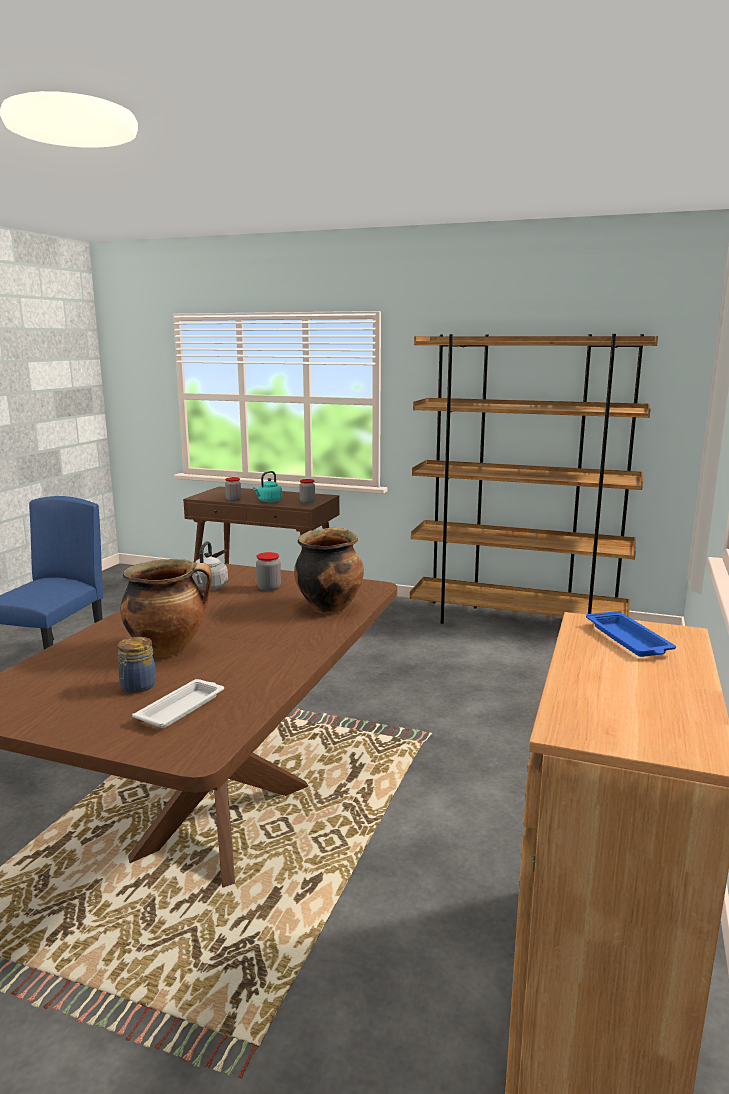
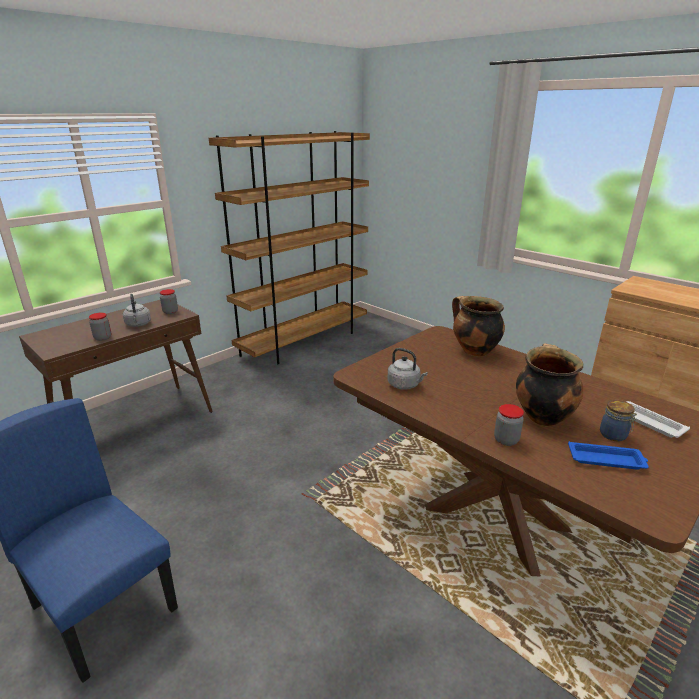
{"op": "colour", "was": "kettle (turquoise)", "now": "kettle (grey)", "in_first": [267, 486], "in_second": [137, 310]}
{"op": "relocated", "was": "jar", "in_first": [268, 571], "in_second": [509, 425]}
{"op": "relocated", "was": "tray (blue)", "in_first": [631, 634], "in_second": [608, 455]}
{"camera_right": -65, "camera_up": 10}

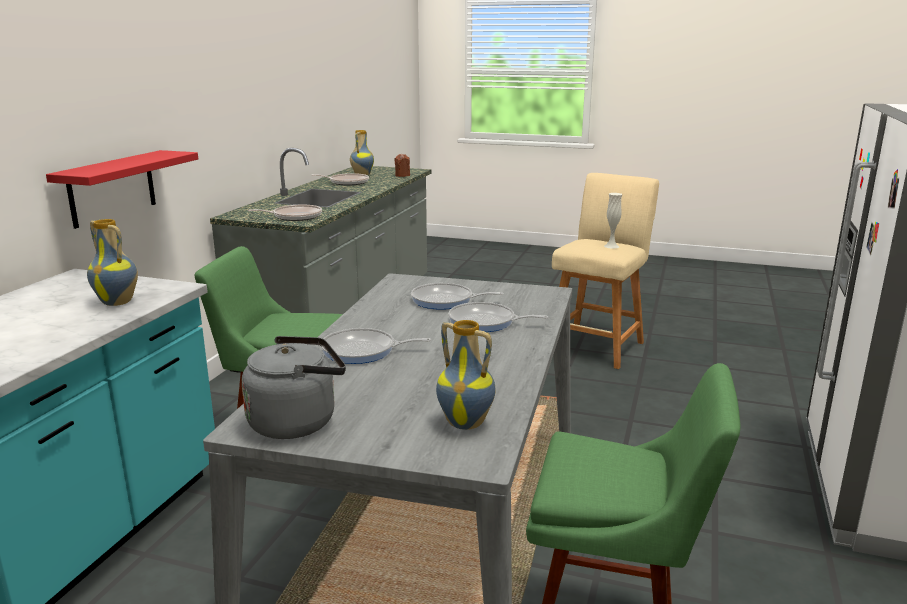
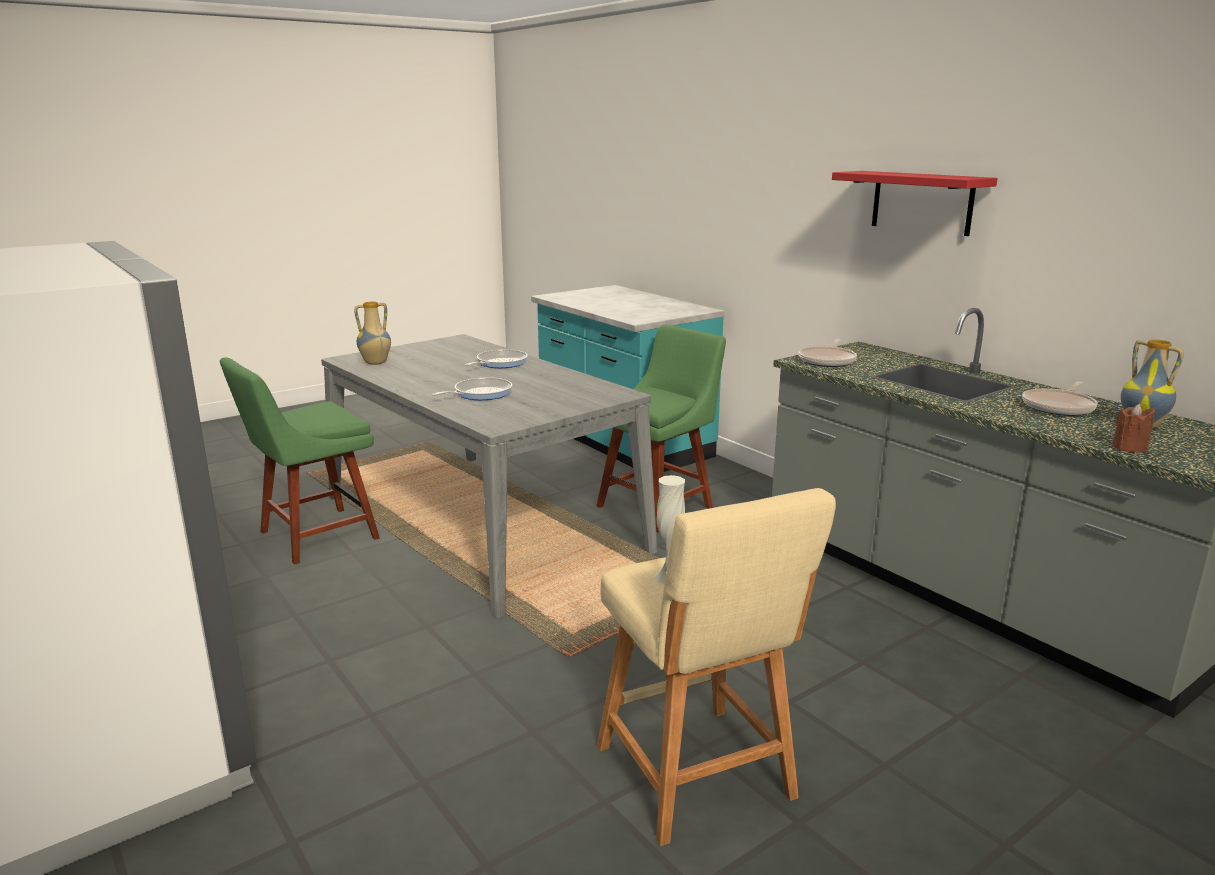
{"op": "relocated", "was": "shelf (red)", "in_first": [122, 189], "in_second": [915, 203]}
{"op": "missing", "was": "vase", "in_first": [112, 262]}
{"op": "missing", "was": "kettle (grey)", "in_first": [294, 387]}
{"op": "missing", "was": "frying pan", "in_first": [457, 296]}
{"camera_right": 125, "camera_up": 0}

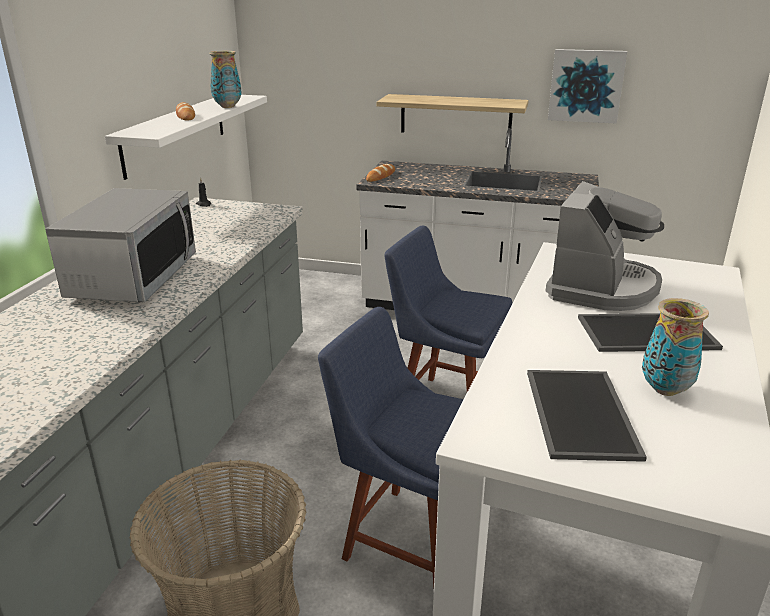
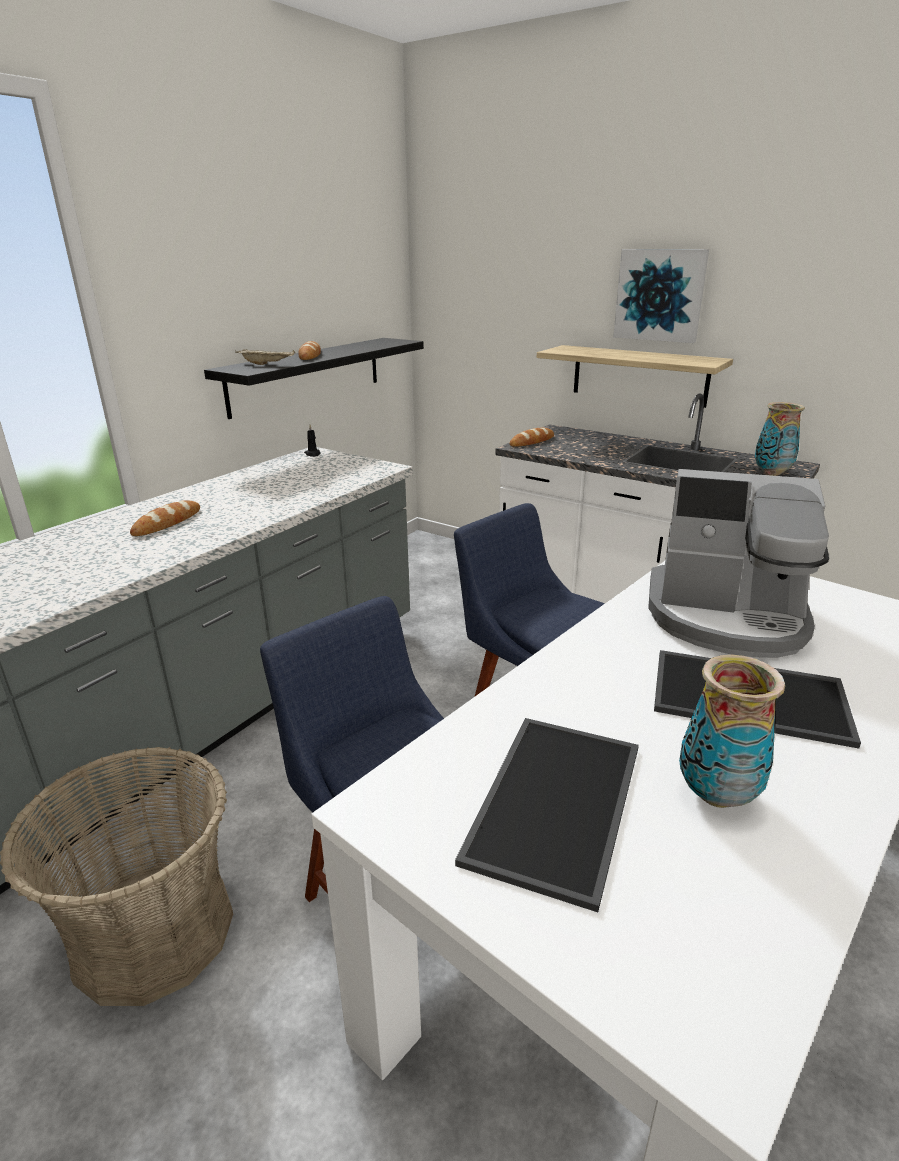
{"op": "exchanged", "was": "microwave", "now": "bread", "in_first": [120, 245], "in_second": [165, 518]}
{"op": "colour", "was": "shelf (white)", "now": "shelf (black)", "in_first": [186, 137], "in_second": [314, 378]}
{"op": "relocated", "was": "vase", "in_first": [225, 79], "in_second": [780, 439]}
{"op": "spun", "was": "coffee machine", "in_first": [605, 246], "in_second": [738, 563], "clockwise": 60}
{"op": "relocated", "was": "picture", "in_first": [587, 86], "in_second": [661, 296]}
{"op": "appeared", "now": "tray (beige)", "in_second": [265, 357]}
{"camera_right": 20, "camera_up": 0}

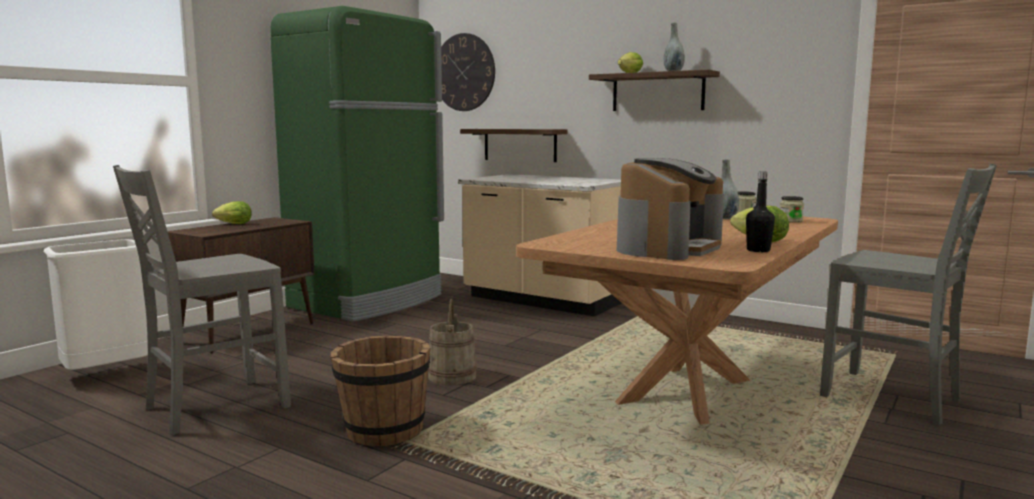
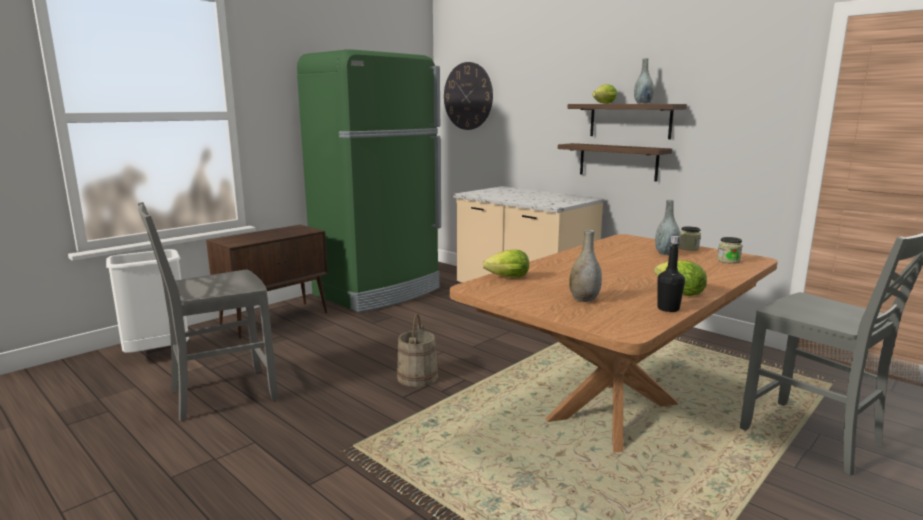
{"op": "relocated", "was": "lettuce", "in_first": [232, 212], "in_second": [506, 264]}
{"op": "missing", "was": "bucket (brown)", "in_first": [380, 391]}
{"op": "relocated", "was": "shelf", "in_first": [514, 145], "in_second": [615, 162]}
{"op": "exchanged", "was": "coffee machine", "now": "vase (grey)", "in_first": [670, 209], "in_second": [585, 266]}
{"camera_right": 10, "camera_up": 5}

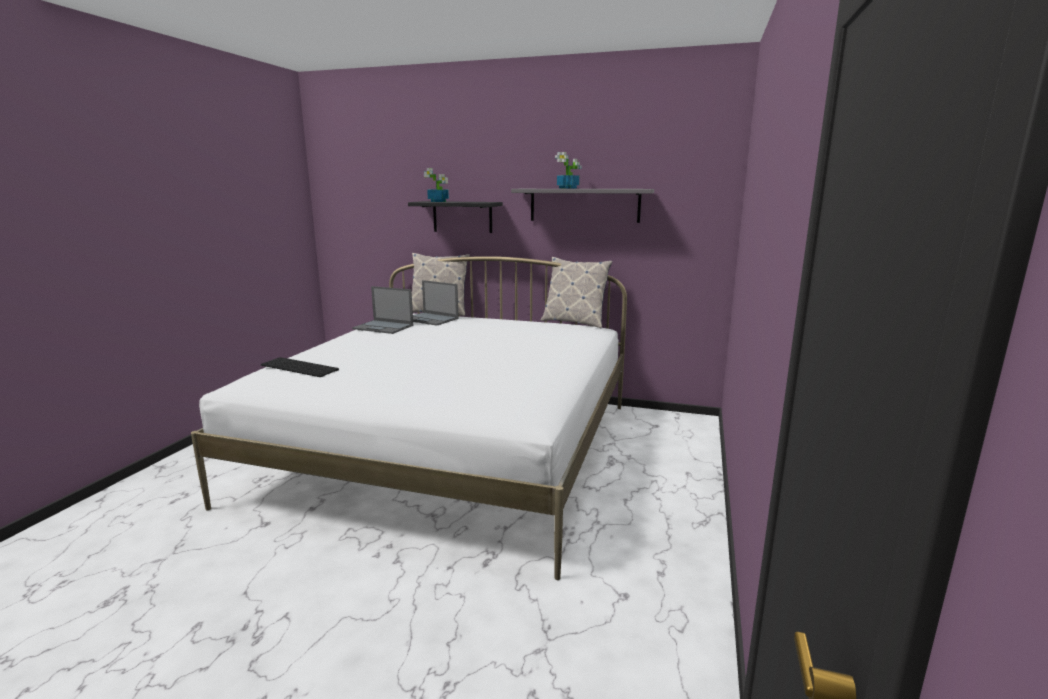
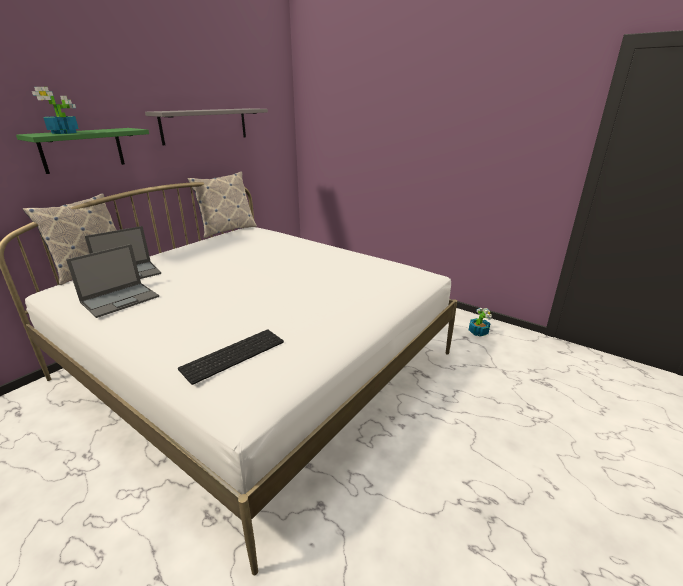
{"op": "colour", "was": "shelf (black)", "now": "shelf (green)", "in_first": [455, 217], "in_second": [82, 151]}
{"op": "relocated", "was": "potted plant", "in_first": [568, 170], "in_second": [480, 322]}
{"camera_right": -70, "camera_up": 10}

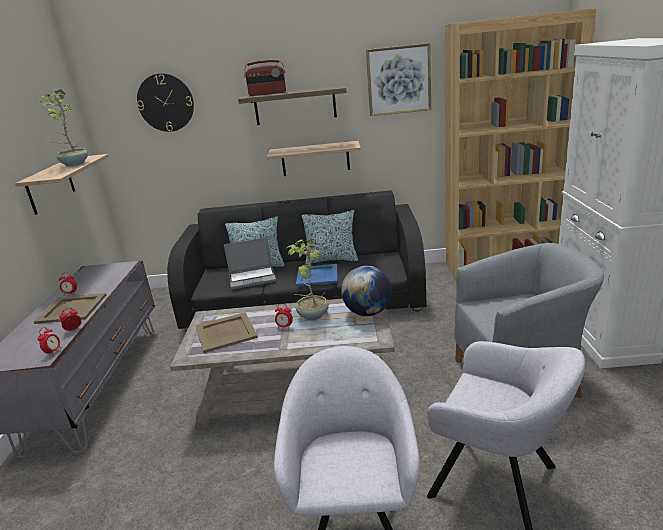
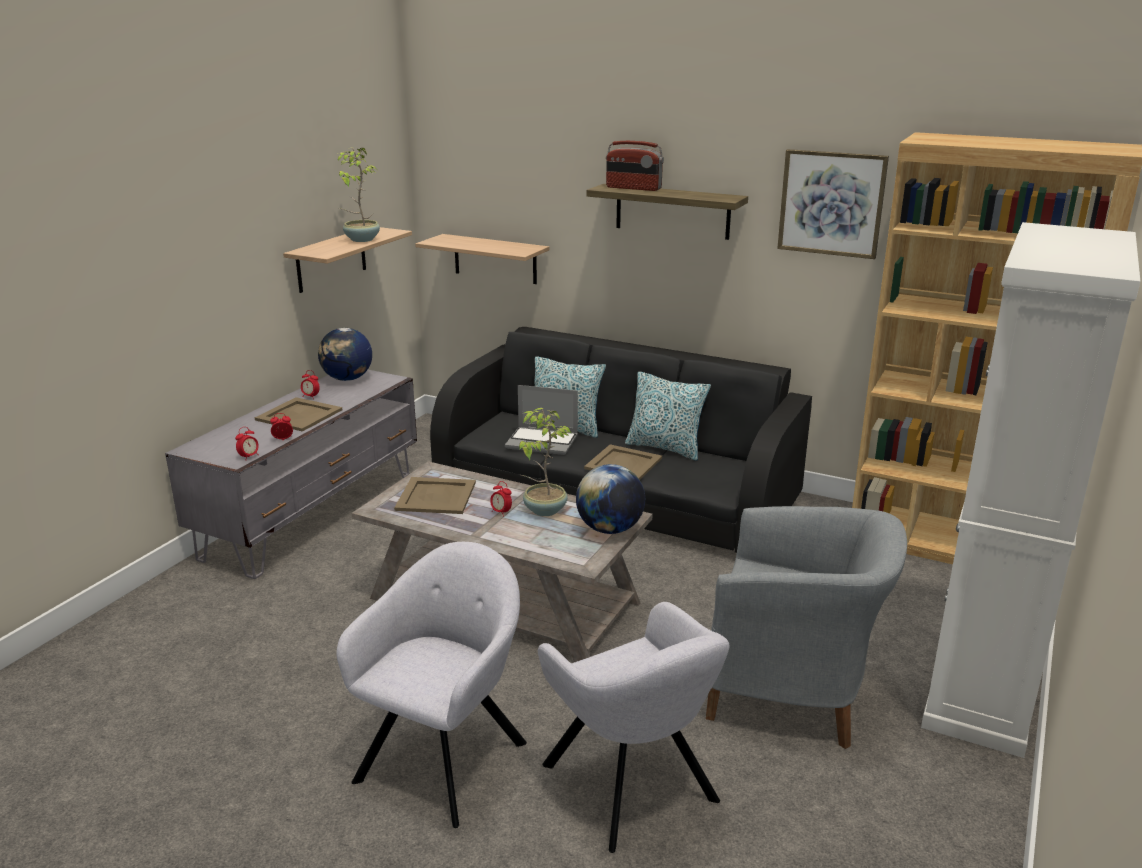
{"op": "missing", "was": "wall clock", "in_first": [165, 102]}
{"op": "relocated", "was": "shelf", "in_first": [313, 158], "in_second": [482, 259]}
{"op": "colour", "was": "tray (blue)", "now": "tray (beige)", "in_first": [316, 275], "in_second": [623, 462]}
{"op": "appeared", "now": "globe", "in_second": [345, 354]}
{"camera_right": 25, "camera_up": 0}

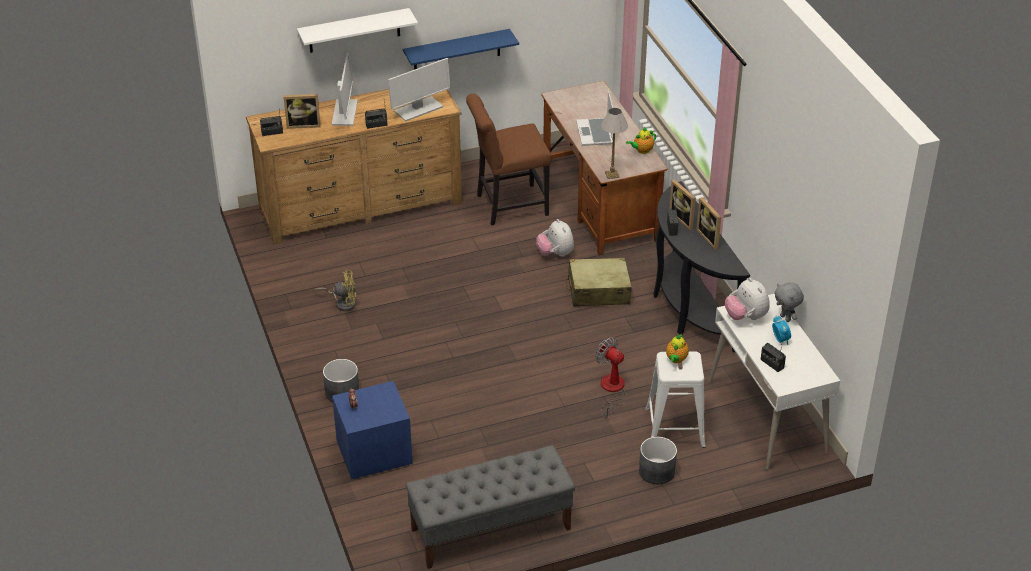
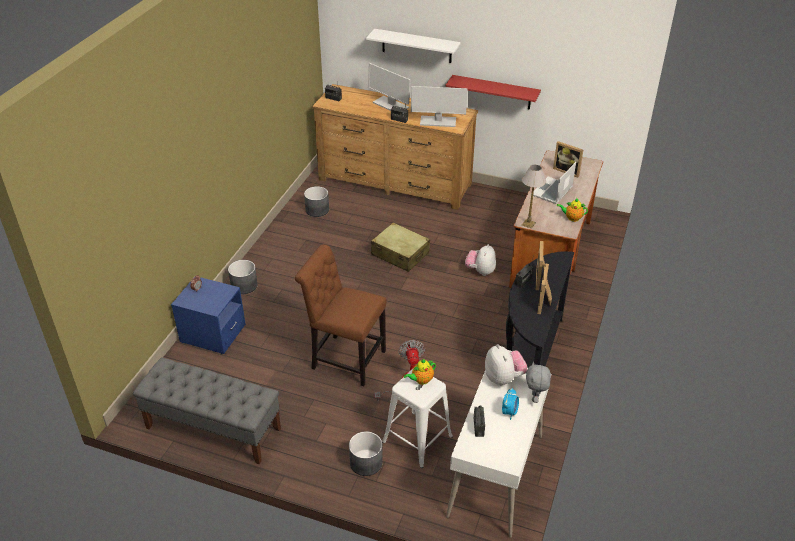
{"op": "relocated", "was": "picture frame", "in_first": [302, 111], "in_second": [568, 159]}
{"op": "missing", "was": "fan (yellow)", "in_first": [335, 290]}
{"op": "spun", "was": "monitor", "in_first": [345, 89], "in_second": [389, 87], "clockwise": 90}
{"op": "colour", "was": "shelf (blue)", "now": "shelf (red)", "in_first": [461, 49], "in_second": [493, 92]}
{"op": "relocated", "was": "chair (brown)", "in_first": [508, 160], "in_second": [340, 315]}
{"op": "relocated", "was": "suitcase (beige)", "in_first": [598, 282], "in_second": [400, 247]}
{"op": "spun", "was": "plush toy", "in_first": [747, 299], "in_second": [506, 364], "clockwise": 150}
{"op": "appeared", "now": "planter (grey)", "in_second": [316, 201]}
{"camera_right": 40, "camera_up": 0}

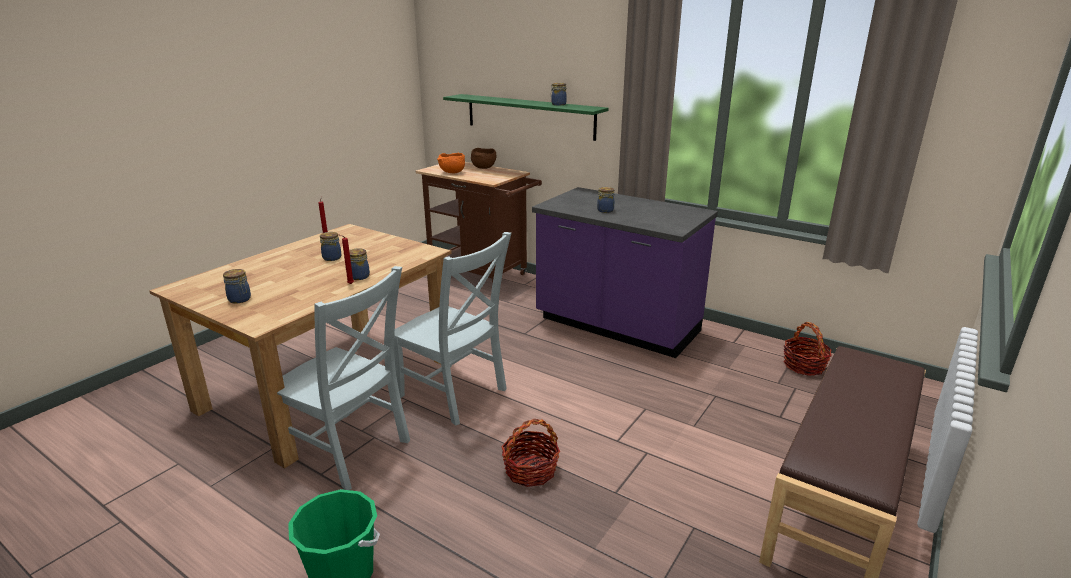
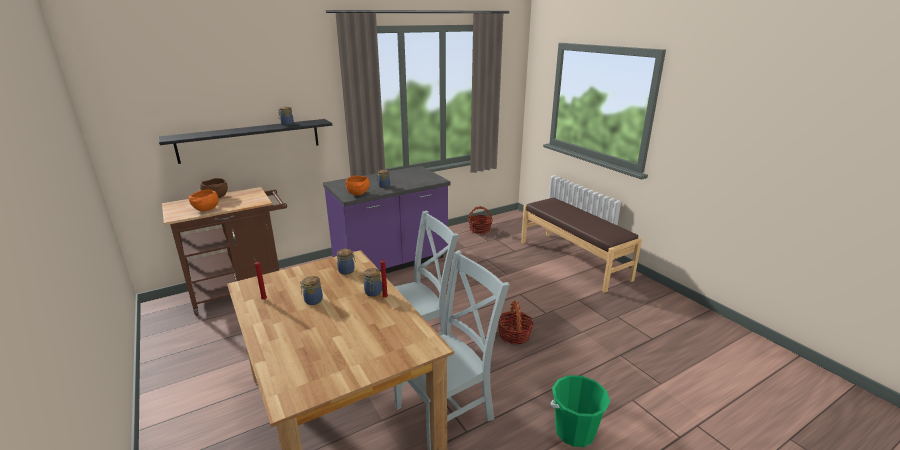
{"op": "relocated", "was": "jar", "in_first": [237, 286], "in_second": [346, 262]}
{"op": "colour", "was": "shelf (green)", "now": "shelf (black)", "in_first": [526, 117], "in_second": [245, 141]}
{"op": "appeared", "now": "bowl (orange)", "in_second": [357, 185]}
{"camera_right": -65, "camera_up": 0}

